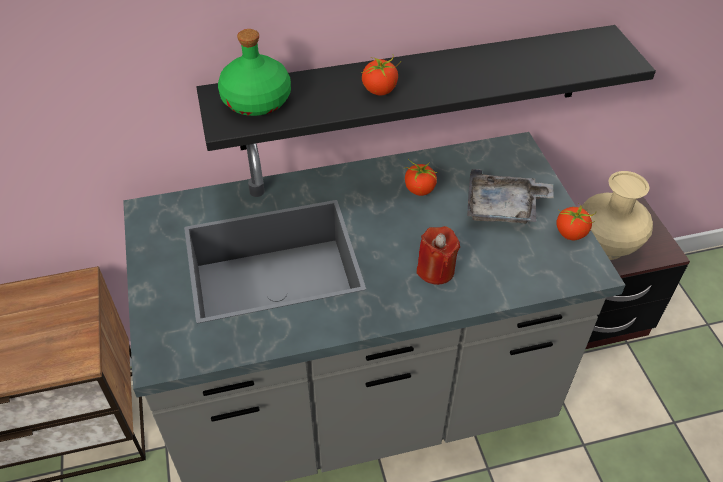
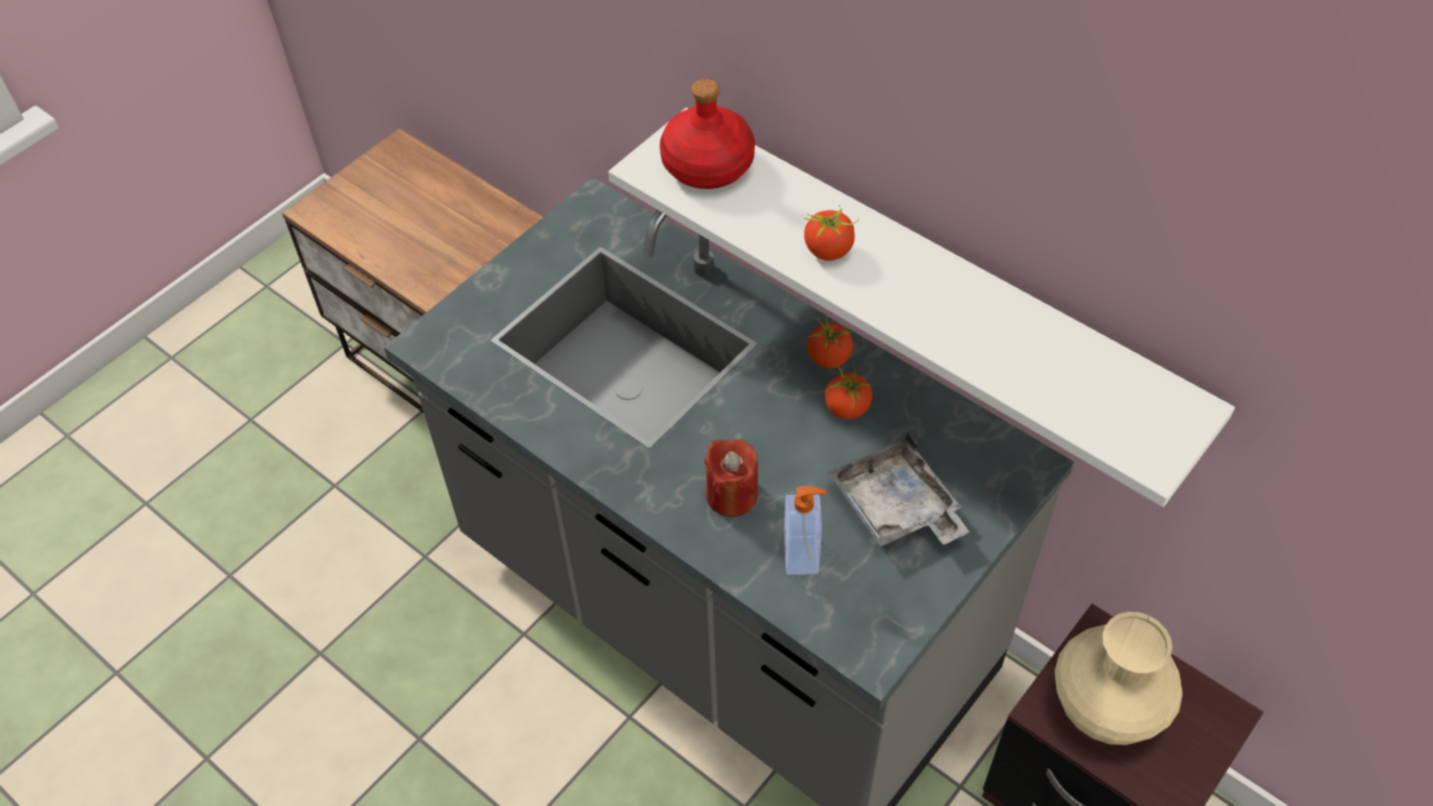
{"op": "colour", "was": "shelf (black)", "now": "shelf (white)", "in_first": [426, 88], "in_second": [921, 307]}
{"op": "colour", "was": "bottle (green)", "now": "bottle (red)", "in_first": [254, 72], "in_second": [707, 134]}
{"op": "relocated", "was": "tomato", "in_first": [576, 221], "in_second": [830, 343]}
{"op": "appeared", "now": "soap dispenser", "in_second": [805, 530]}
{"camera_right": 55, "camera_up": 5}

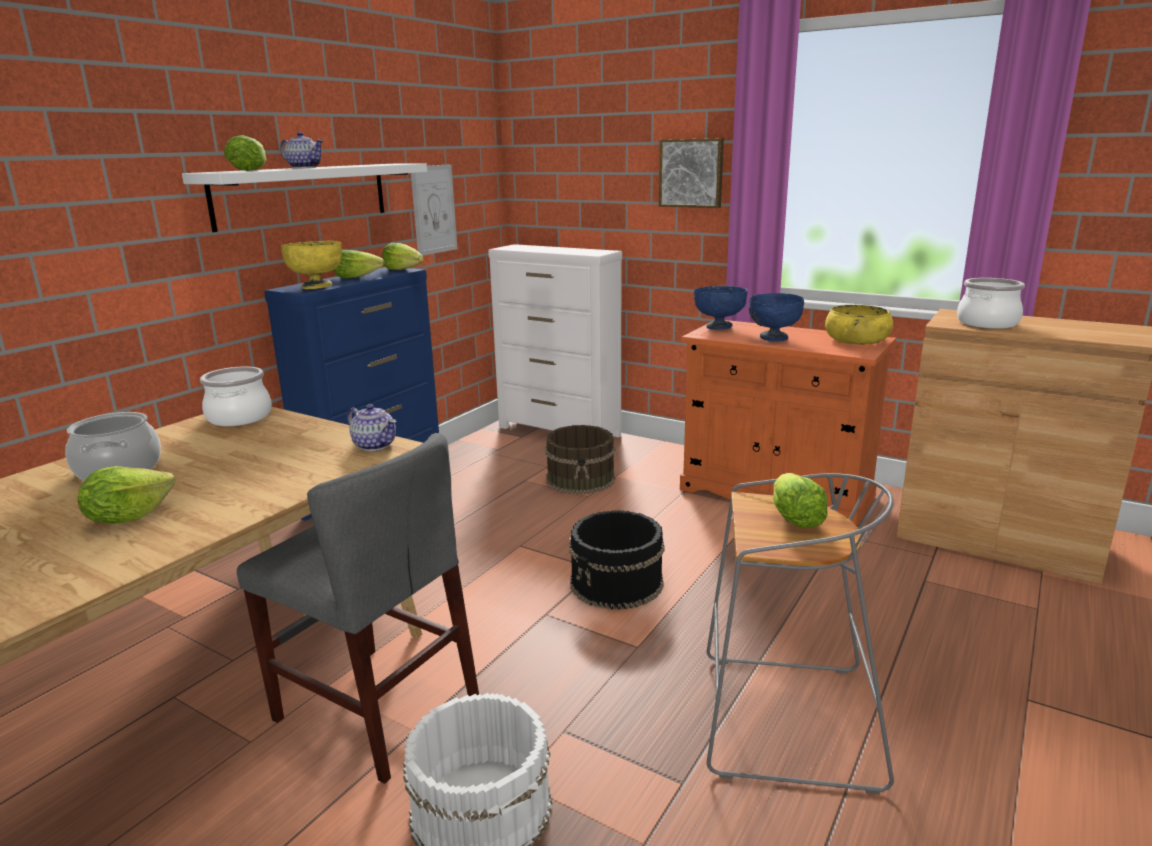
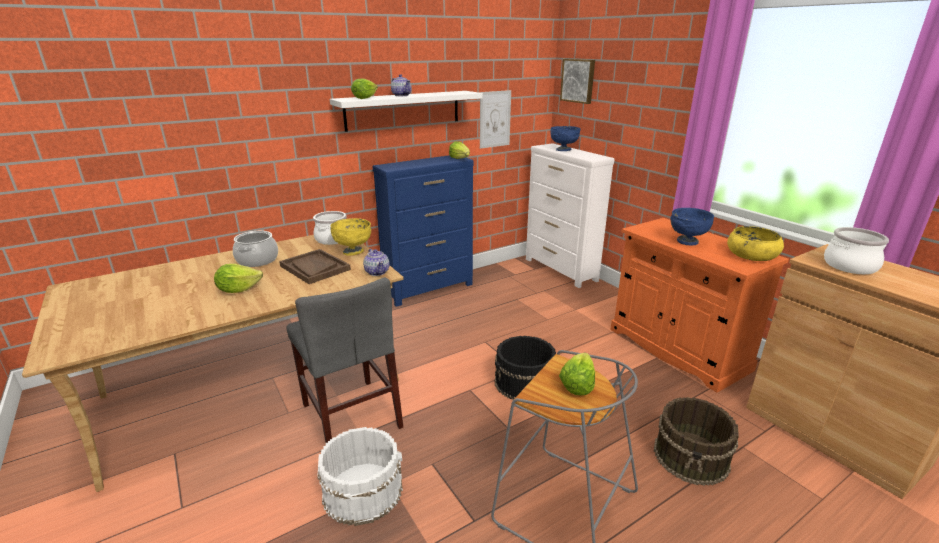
{"op": "relocated", "was": "bowl (yellow)", "in_first": [311, 265], "in_second": [351, 237]}
{"op": "missing", "was": "lettuce", "in_first": [359, 264]}
{"op": "relocated", "was": "bucket (brown)", "in_first": [580, 459], "in_second": [696, 441]}
{"op": "relocated", "was": "picture", "in_first": [691, 173], "in_second": [577, 81]}
{"op": "relocated", "was": "bowl (blue)", "in_first": [721, 308], "in_second": [565, 138]}
{"op": "appeared", "now": "tray (brown)", "in_second": [315, 266]}
{"camera_right": 25, "camera_up": 5}

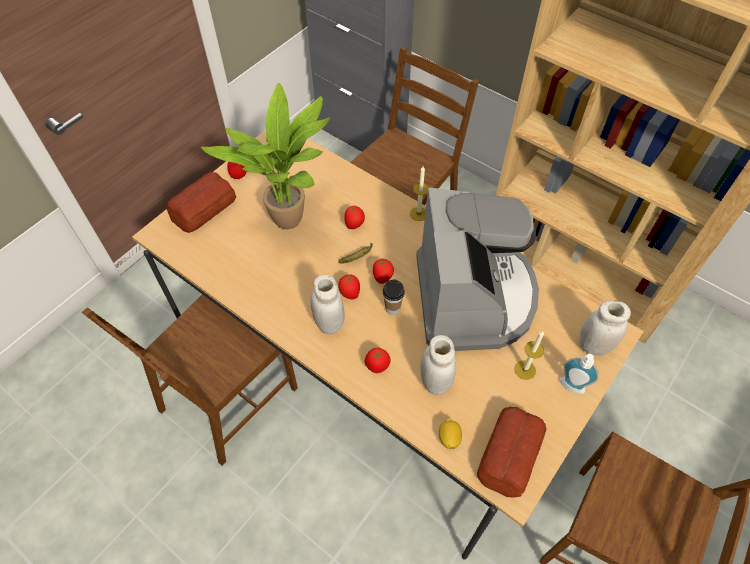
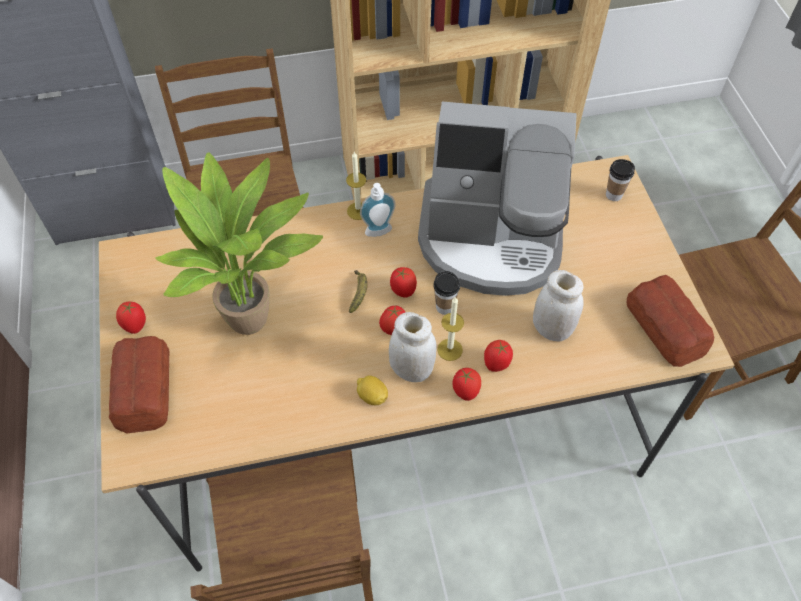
{"op": "relocated", "was": "tomato", "in_first": [354, 217], "in_second": [467, 384]}
{"op": "spun", "was": "coffee machine", "in_first": [477, 269], "in_second": [497, 198], "clockwise": 150}
{"op": "relocated", "was": "lemon", "in_first": [450, 433], "in_second": [372, 390]}
{"op": "relocated", "was": "candle", "in_first": [529, 355], "in_second": [450, 329]}
{"op": "relocated", "was": "soap dispenser", "in_first": [579, 374], "in_second": [378, 210]}
{"op": "exchanged", "was": "jar (white)", "now": "cup", "in_first": [605, 328], "in_second": [620, 180]}
{"camera_right": -50, "camera_up": 0}

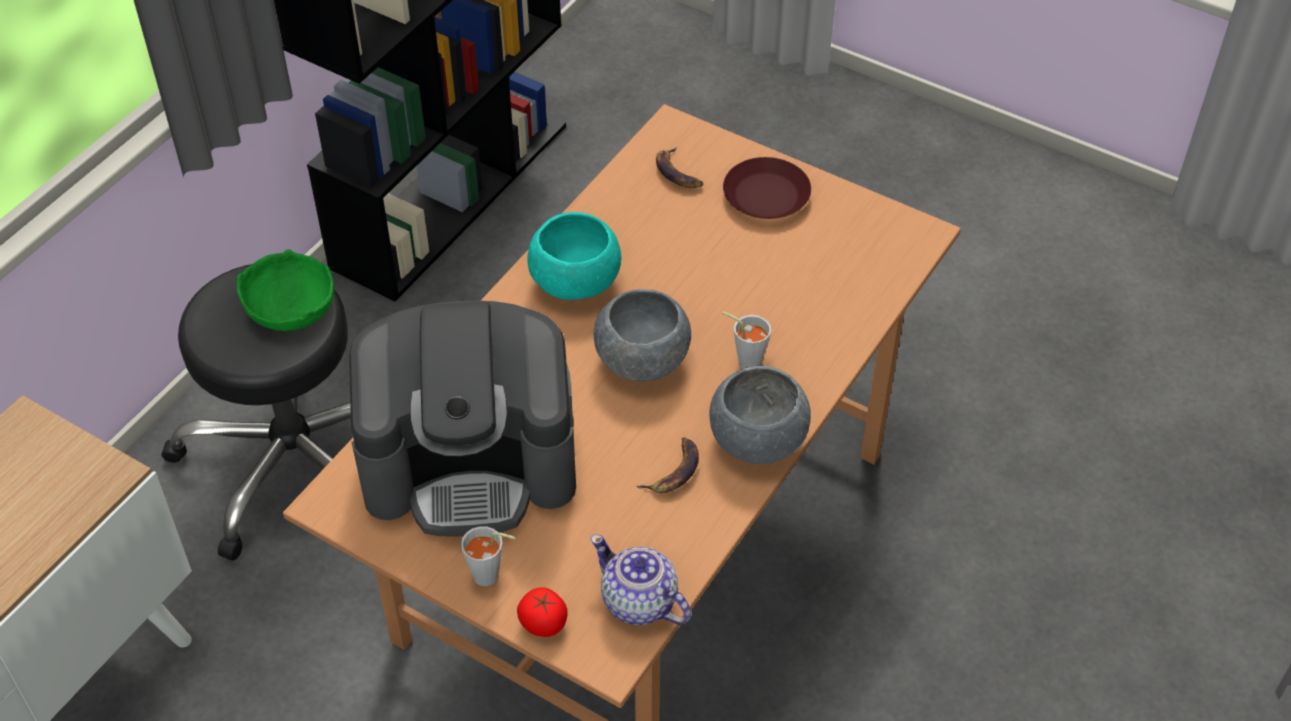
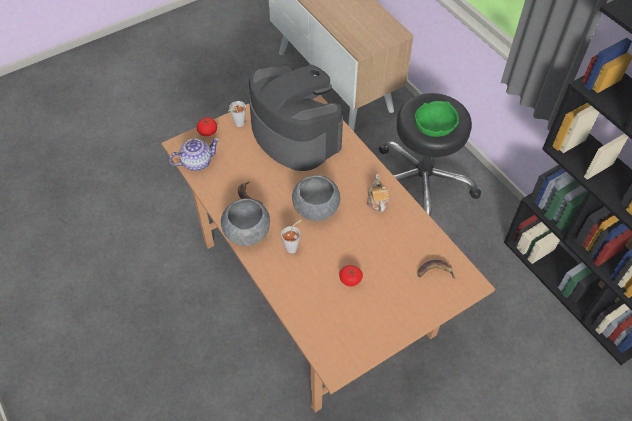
{"op": "spun", "was": "coffee machine", "in_first": [462, 418], "in_second": [296, 117], "clockwise": 120}
{"op": "exchanged", "was": "bowl (turquoise)", "now": "teapot", "in_first": [574, 256], "in_second": [378, 193]}
{"op": "missing", "was": "plate (brown)", "in_first": [767, 188]}
{"op": "appeared", "now": "tomato", "in_second": [351, 276]}
{"camera_right": 115, "camera_up": 5}

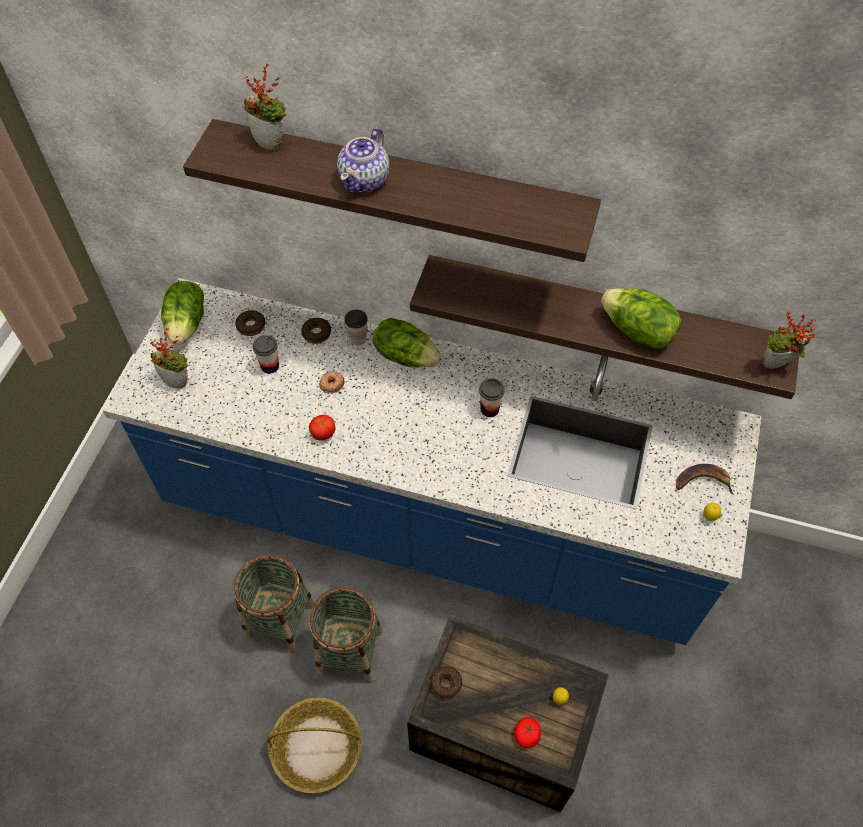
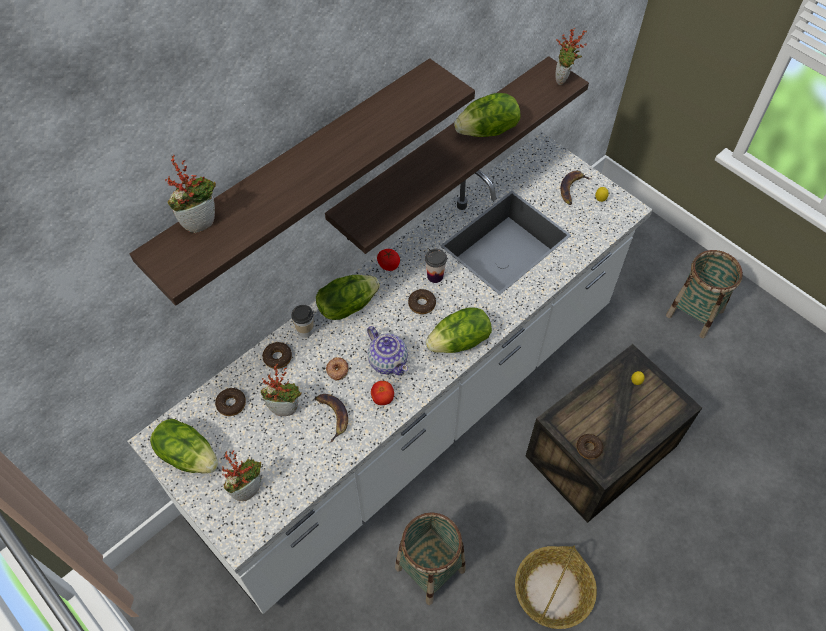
{"op": "colour", "was": "counter (blue)", "now": "counter (white)", "in_first": [432, 461], "in_second": [390, 373]}
{"op": "exchanged", "was": "cup", "now": "potted plant", "in_first": [266, 354], "in_second": [281, 390]}
{"op": "relocated", "was": "basket", "in_first": [345, 635], "in_second": [704, 294]}
{"op": "relocated", "was": "teapot", "in_first": [363, 160], "in_second": [387, 351]}
{"op": "relocated", "was": "tomato", "in_first": [527, 732], "in_second": [388, 260]}
{"op": "appeared", "now": "banana", "in_second": [331, 418]}
{"op": "appeared", "now": "donut", "in_second": [422, 301]}
{"op": "appeared", "now": "lettuce", "in_second": [459, 330]}
{"camera_right": -60, "camera_up": 0}

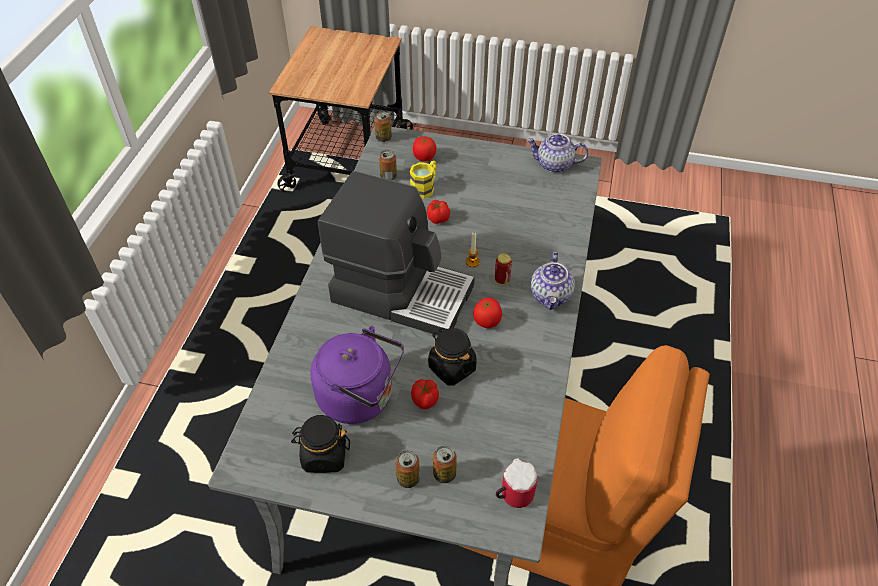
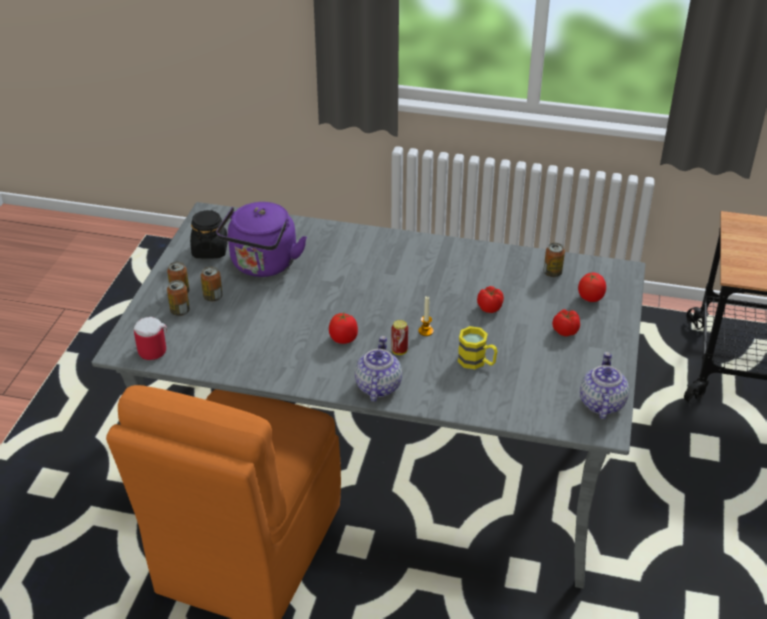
{"op": "missing", "was": "coffee machine", "in_first": [396, 253]}
{"op": "relocated", "was": "can", "in_first": [383, 126], "in_second": [212, 284]}
{"op": "relocated", "was": "mug (yellow)", "in_first": [423, 180], "in_second": [478, 347]}
{"op": "relocated", "was": "tomato", "in_first": [425, 394], "in_second": [566, 322]}
{"op": "missing", "was": "jar (black)", "in_first": [452, 357]}
{"op": "spun", "was": "teapot", "in_first": [553, 280], "in_second": [378, 369], "clockwise": 90}
{"camera_right": 90, "camera_up": -10}

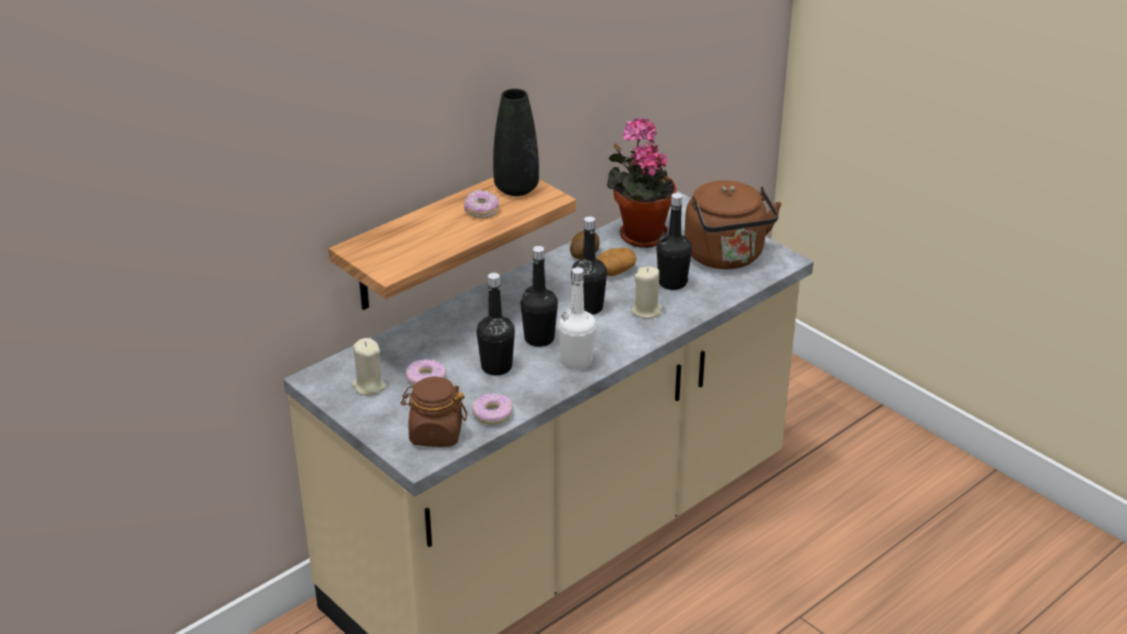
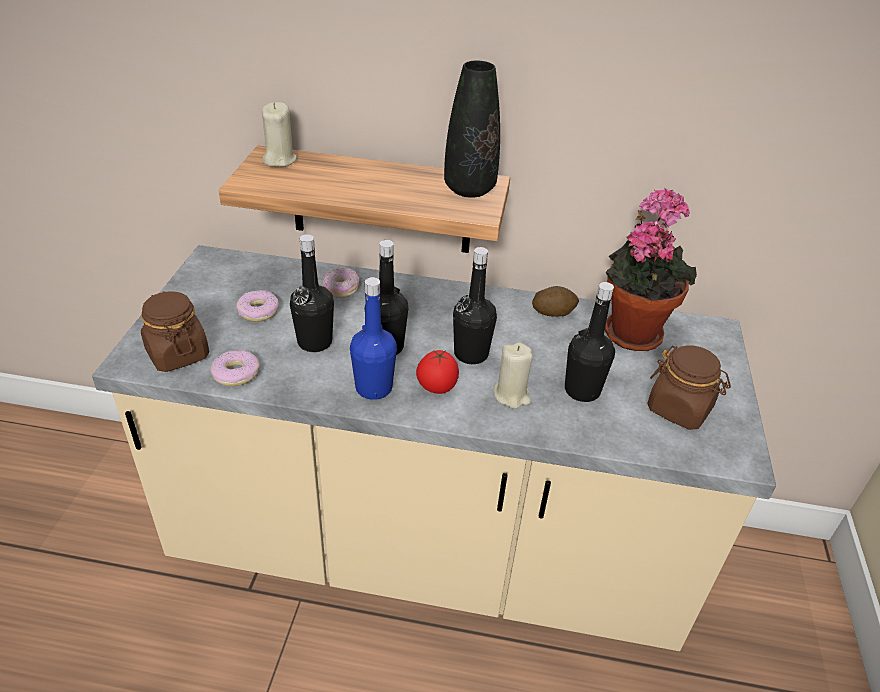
{"op": "relocated", "was": "candle (beige)", "in_first": [368, 367], "in_second": [279, 134]}
{"op": "relocated", "was": "donut", "in_first": [481, 204], "in_second": [340, 283]}
{"op": "colour", "was": "bottle (white)", "now": "bottle (blue)", "in_first": [577, 318], "in_second": [373, 338]}
{"op": "missing", "was": "potato", "in_first": [616, 262]}
{"op": "exchanged", "was": "kettle (brown)", "now": "jar (brown)", "in_first": [733, 224], "in_second": [689, 387]}
{"op": "appeared", "now": "tomato", "in_second": [437, 372]}
{"camera_right": 50, "camera_up": 5}

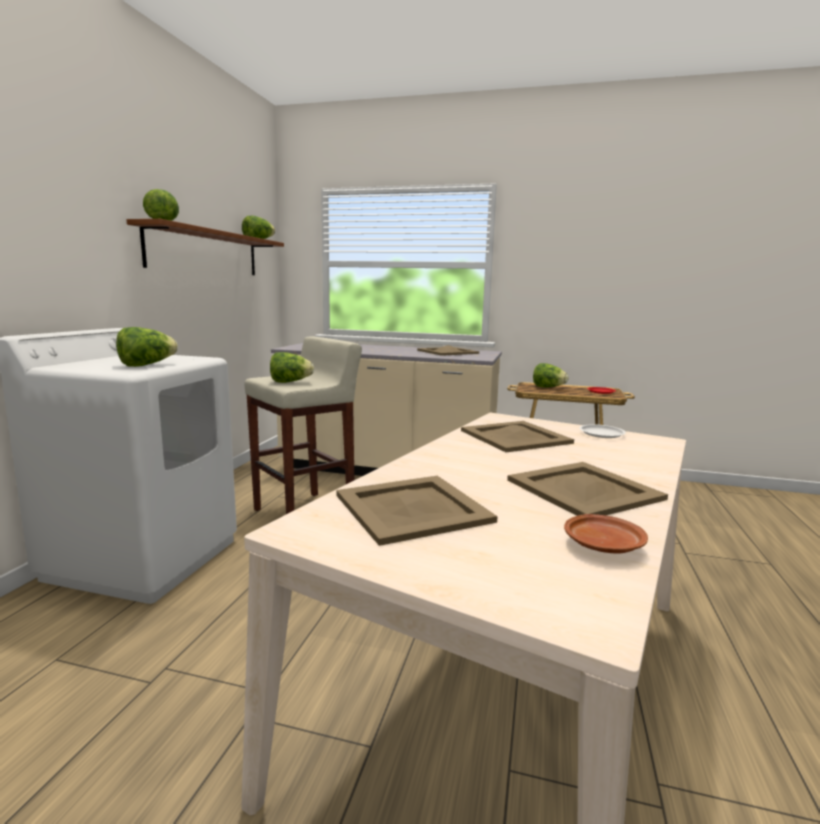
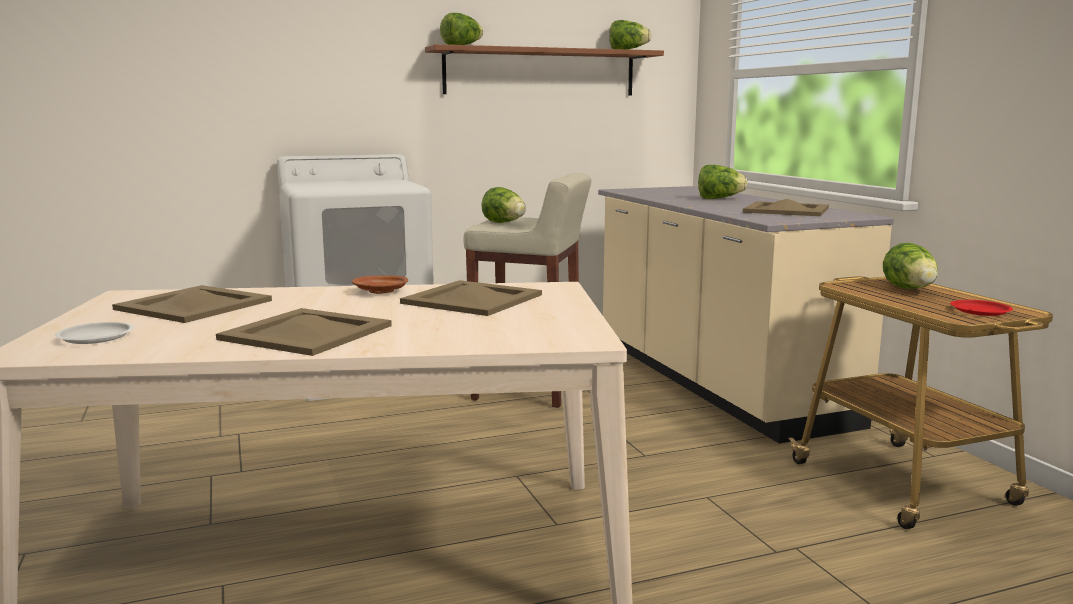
{"op": "relocated", "was": "lettuce", "in_first": [147, 347], "in_second": [723, 182]}
{"op": "relocated", "was": "plate (brown)", "in_first": [606, 534], "in_second": [380, 284]}
{"op": "relocated", "was": "plate (white)", "in_first": [602, 431], "in_second": [94, 333]}
{"camera_right": 55, "camera_up": 0}

